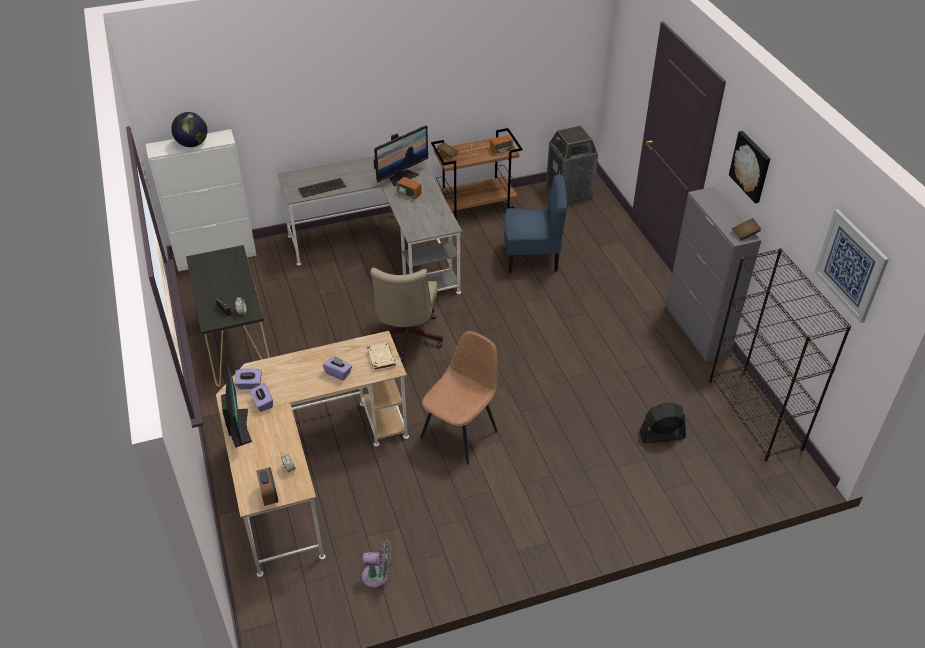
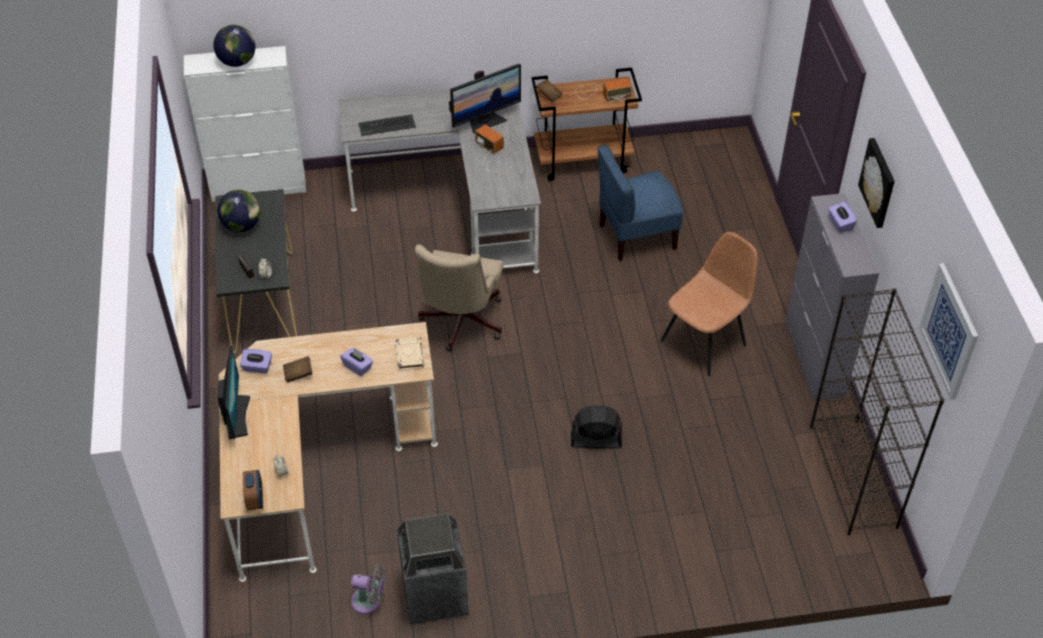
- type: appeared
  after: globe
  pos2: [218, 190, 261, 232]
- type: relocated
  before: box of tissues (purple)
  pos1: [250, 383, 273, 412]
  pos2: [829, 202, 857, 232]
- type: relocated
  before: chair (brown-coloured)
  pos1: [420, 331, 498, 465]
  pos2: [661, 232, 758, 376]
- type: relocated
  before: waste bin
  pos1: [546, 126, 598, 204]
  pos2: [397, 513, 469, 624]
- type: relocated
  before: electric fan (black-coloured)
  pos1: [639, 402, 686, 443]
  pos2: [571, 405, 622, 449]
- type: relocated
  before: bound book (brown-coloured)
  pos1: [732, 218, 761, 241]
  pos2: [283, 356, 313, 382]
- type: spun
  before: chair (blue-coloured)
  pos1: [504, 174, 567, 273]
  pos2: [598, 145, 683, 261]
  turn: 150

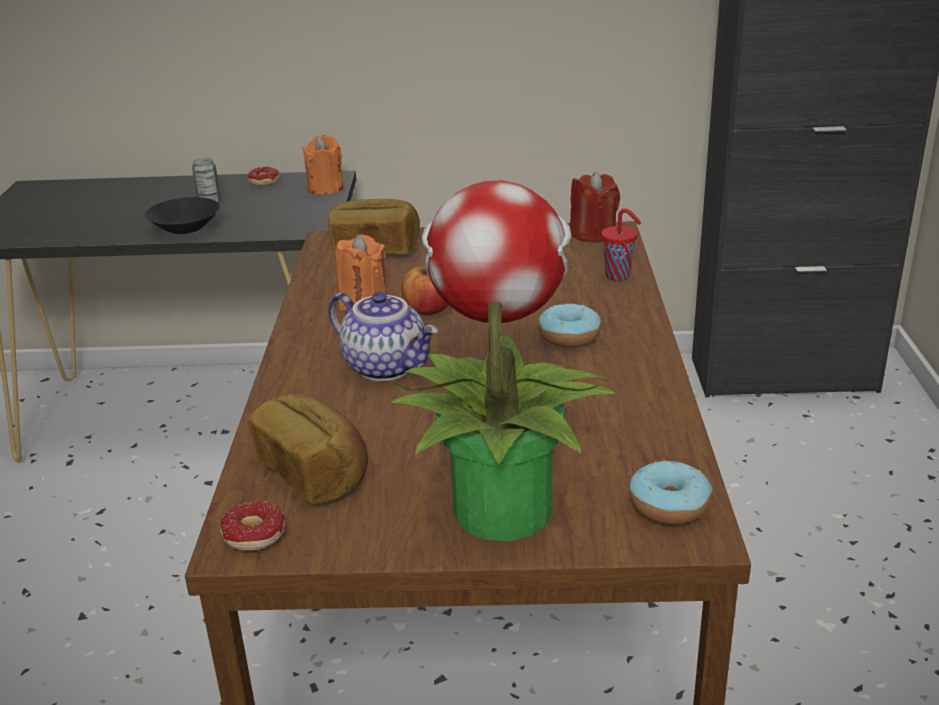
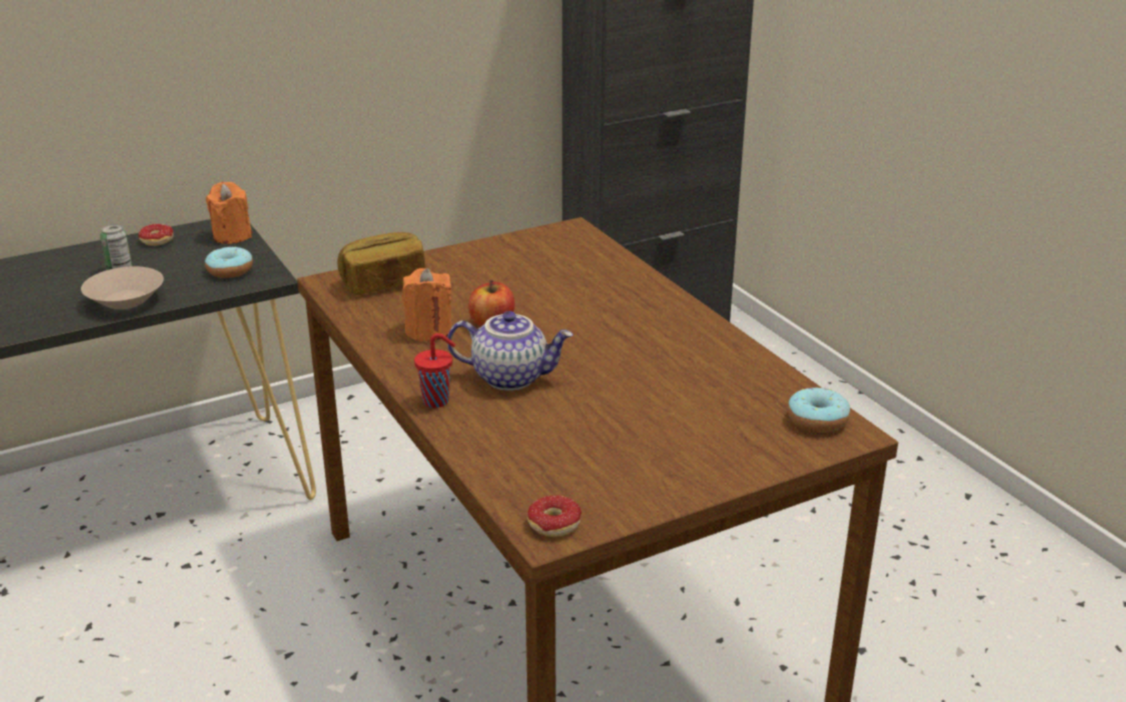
- type: missing
  before: baked bread
  pos1: [248, 393, 368, 504]
- type: missing
  before: potted plant
  pos1: [390, 180, 616, 541]
- type: missing
  before: candle (reddish)
  pos1: [569, 172, 620, 242]
- type: relocated
  before: doughnut
  pos1: [538, 304, 601, 347]
  pos2: [205, 246, 253, 278]
- type: relocated
  before: small cup (reddish)
  pos1: [601, 208, 642, 281]
  pos2: [414, 333, 456, 408]
- type: colour
  before: serving bowl (black-coloured)
  after: serving bowl (sand-coloured)
  pos1: [145, 197, 220, 234]
  pos2: [81, 266, 164, 309]

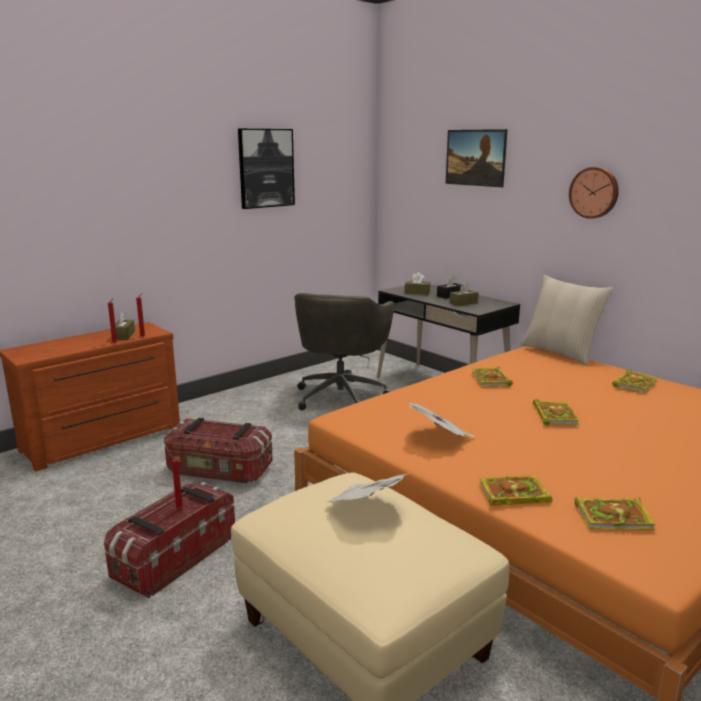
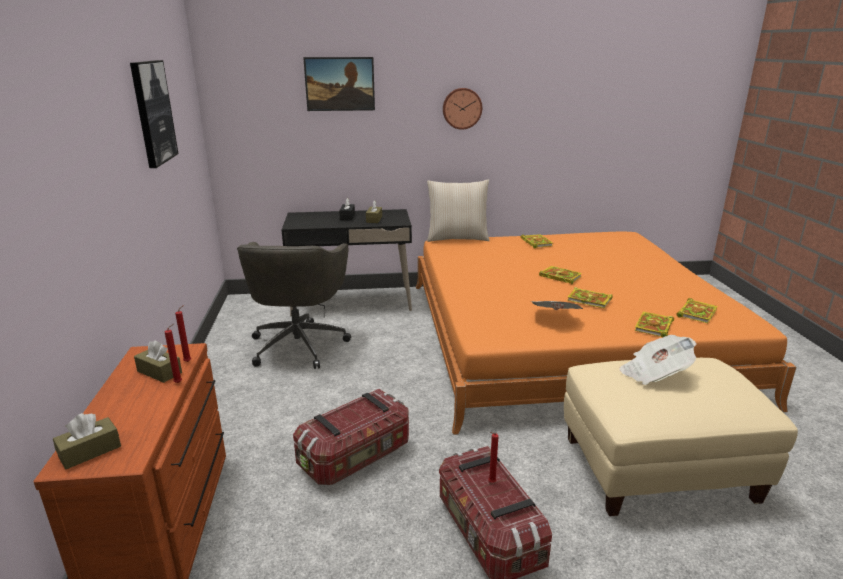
- type: relocated
  before: box of tissues (brown-coloured)
  pos1: [405, 272, 430, 295]
  pos2: [53, 413, 121, 469]
- type: relocated
  before: bound book
  pos1: [472, 366, 513, 386]
  pos2: [567, 287, 613, 308]
- type: spun
  before: computer chair (gray)
  pos1: [294, 293, 394, 410]
  pos2: [237, 242, 351, 369]
  turn: 45

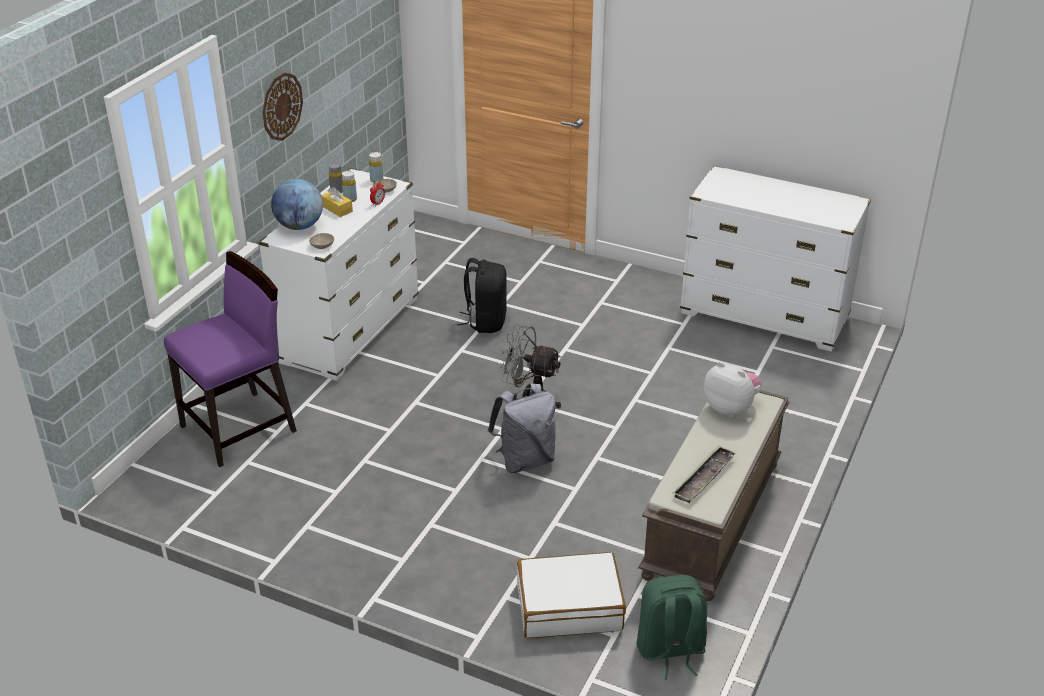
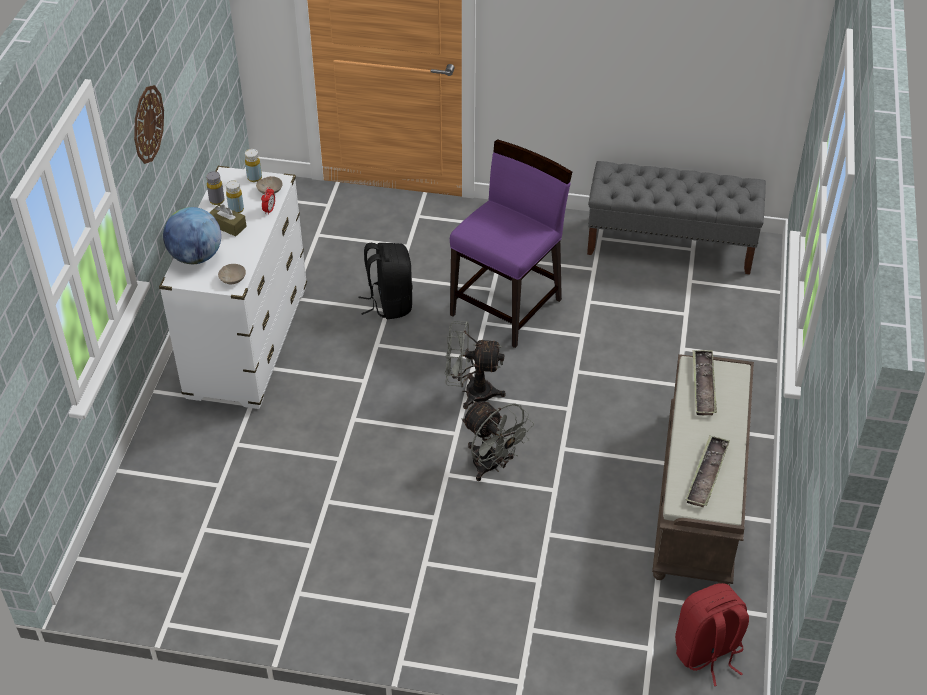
- type: missing
  before: travel case (white-coloured)
  pos1: [517, 552, 626, 638]
- type: relocated
  before: chair (purple)
  pos1: [164, 251, 297, 467]
  pos2: [450, 139, 572, 348]
- type: exchanged
  before: rucksack (gray)
  after: electric fan (gray)
  pos1: [488, 383, 556, 473]
  pos2: [461, 401, 534, 481]
- type: exchanged
  before: dresser (white-coloured)
  after: bench (gray)
  pos1: [680, 165, 871, 352]
  pos2: [587, 161, 766, 274]
- type: exchanged
  before: cuddly toy
  after: serving tray
  pos1: [703, 362, 761, 417]
  pos2: [693, 350, 717, 415]
- type: colour
  before: box of tissues (yellow)
  after: box of tissues (brown-coloured)
  pos1: [321, 187, 353, 217]
  pos2: [209, 204, 247, 236]
- type: colour
  before: rucksack (green-coloured)
  after: rucksack (reddish)
  pos1: [637, 575, 707, 680]
  pos2: [675, 583, 749, 686]

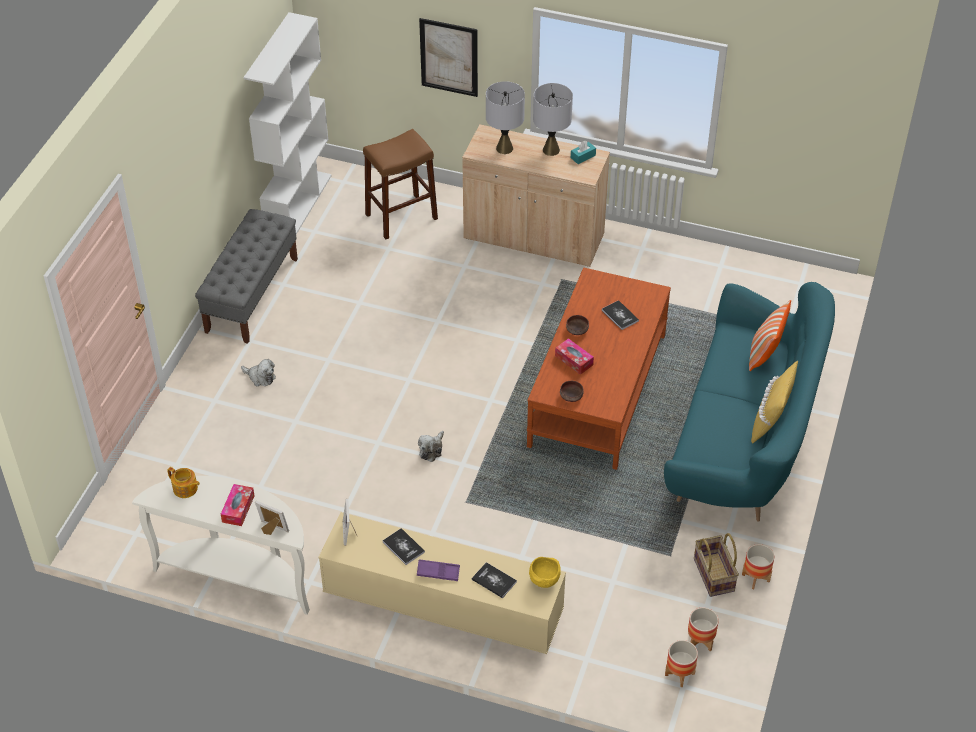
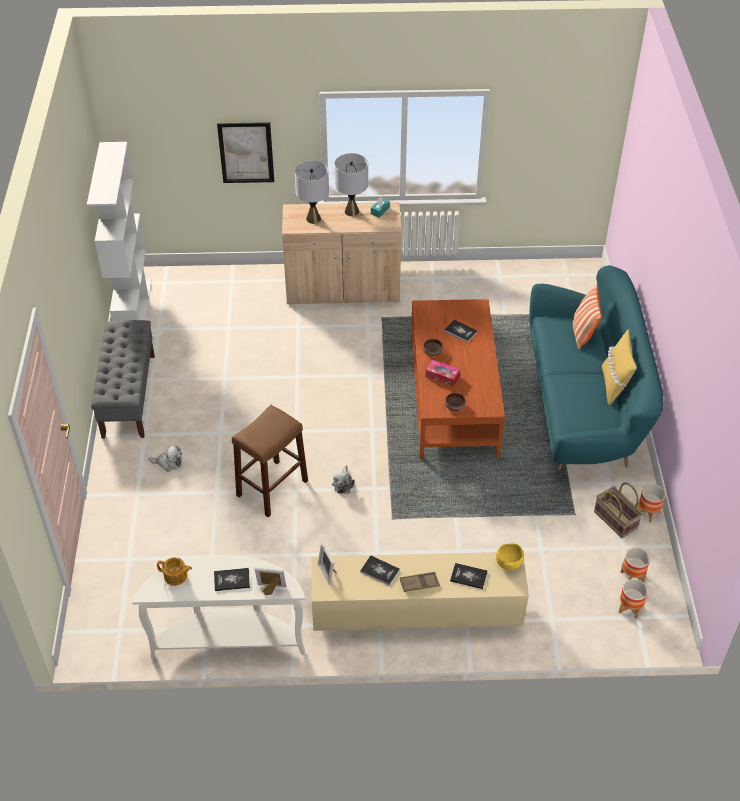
- type: relocated
  before: stool seat (brown-coloured)
  pos1: [363, 129, 438, 239]
  pos2: [232, 405, 308, 517]
- type: exchanged
  before: box of tissues
  after: bound book
  pos1: [221, 484, 254, 526]
  pos2: [214, 568, 250, 591]
- type: colour
  before: serving tray (purple)
  after: serving tray (brown-coloured)
  pos1: [417, 559, 460, 581]
  pos2: [400, 572, 440, 592]

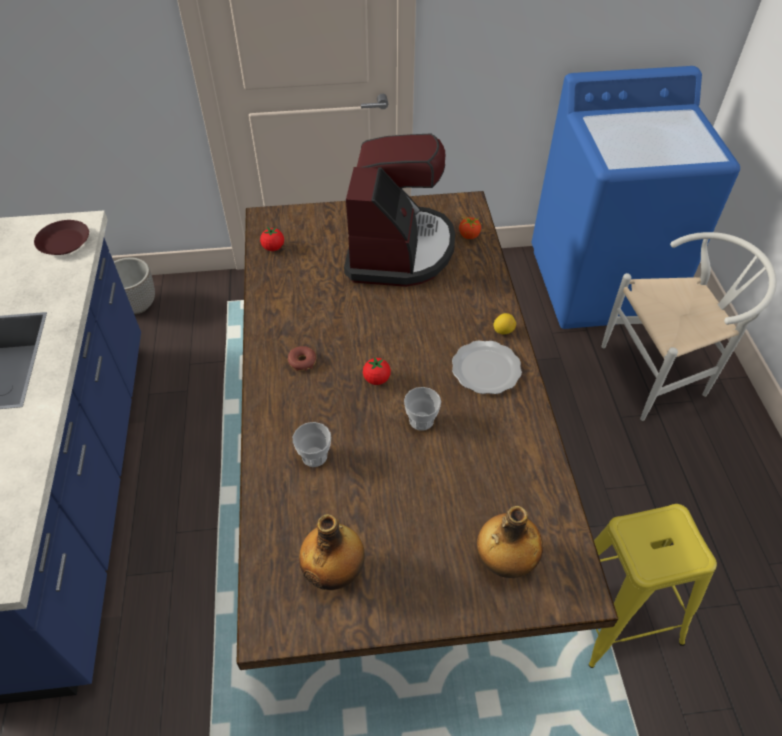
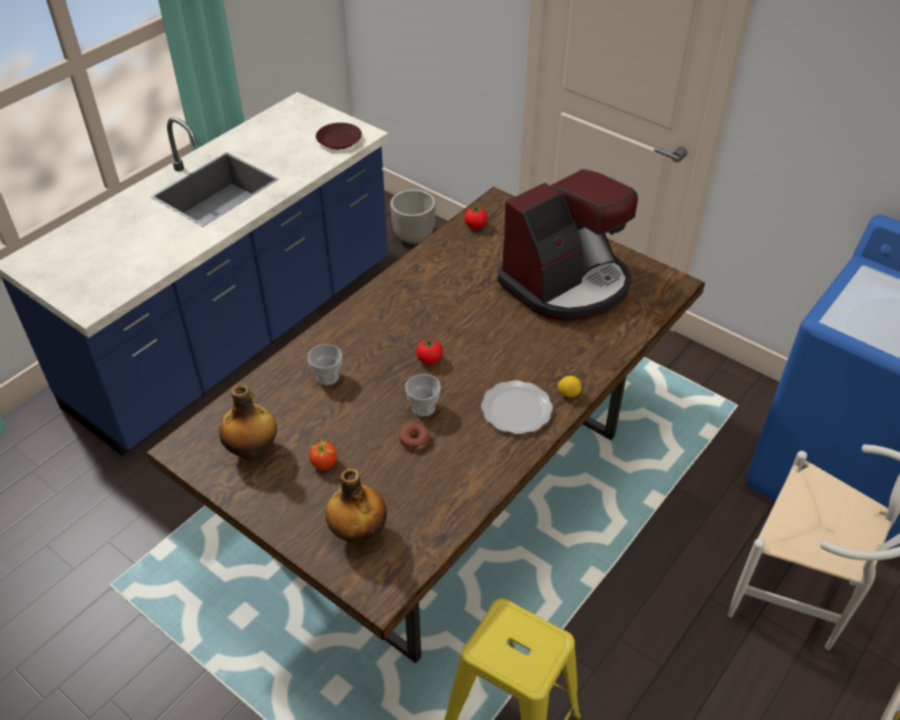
- type: relocated
  before: doughnut
  pos1: [288, 346, 317, 371]
  pos2: [399, 423, 430, 451]
- type: relocated
  before: tomato
  pos1: [459, 217, 481, 239]
  pos2: [309, 440, 337, 470]

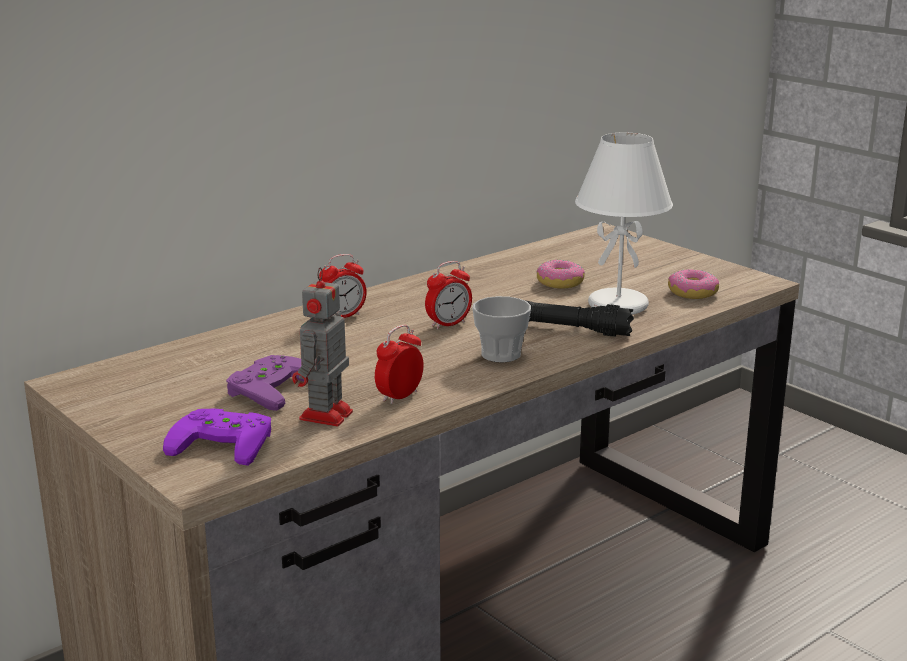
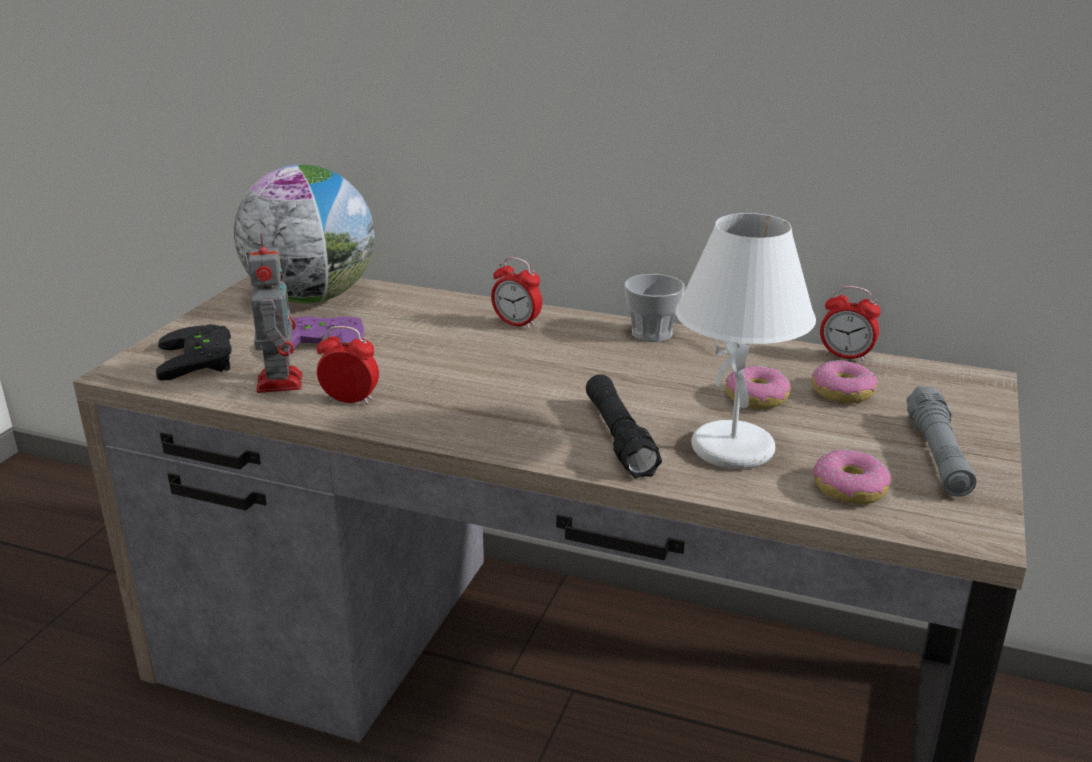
- type: appeared
  after: globe
  pos2: [234, 165, 374, 303]
- type: appeared
  after: doughnut
  pos2: [812, 360, 878, 403]
- type: appeared
  after: hand torch (gray)
  pos2: [906, 386, 976, 497]
- type: relocated
  before: alarm clock
  pos1: [425, 261, 472, 329]
  pos2: [820, 286, 881, 362]
- type: relocated
  before: small cup
  pos1: [472, 296, 531, 362]
  pos2: [624, 274, 685, 342]
- type: colour
  before: game controller (purple)
  after: game controller (black-coloured)
  pos1: [163, 409, 271, 466]
  pos2: [156, 324, 232, 380]
- type: spun
  before: robot figure
  pos1: [292, 267, 353, 426]
  pos2: [248, 233, 302, 393]
  turn: 90

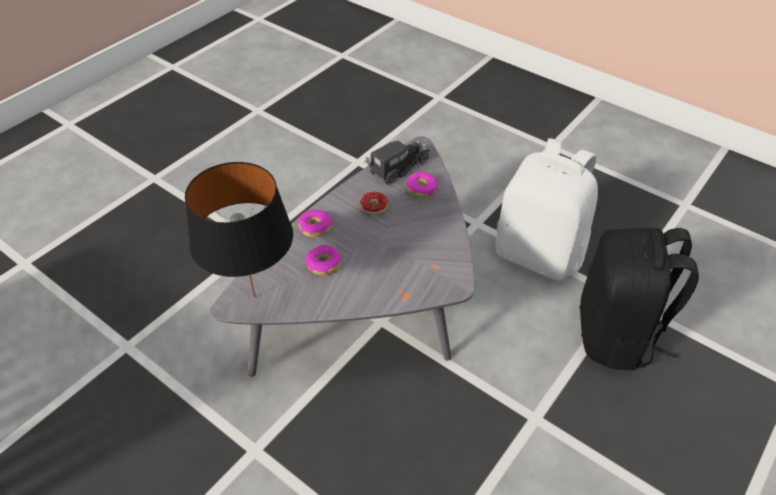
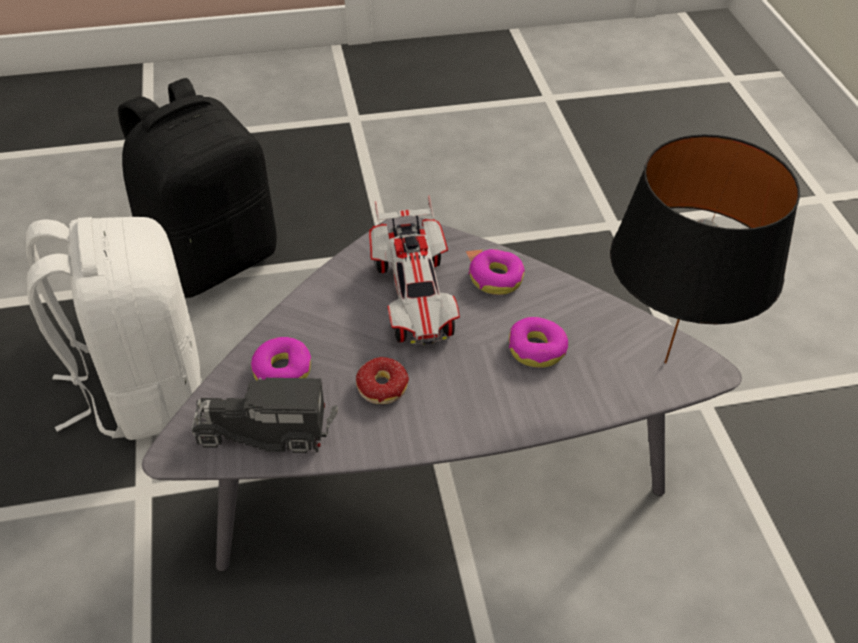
- type: appeared
  after: miniature car
  pos2: [369, 195, 460, 345]
- type: relocated
  before: doughnut
  pos1: [298, 210, 333, 237]
  pos2: [468, 249, 525, 295]

